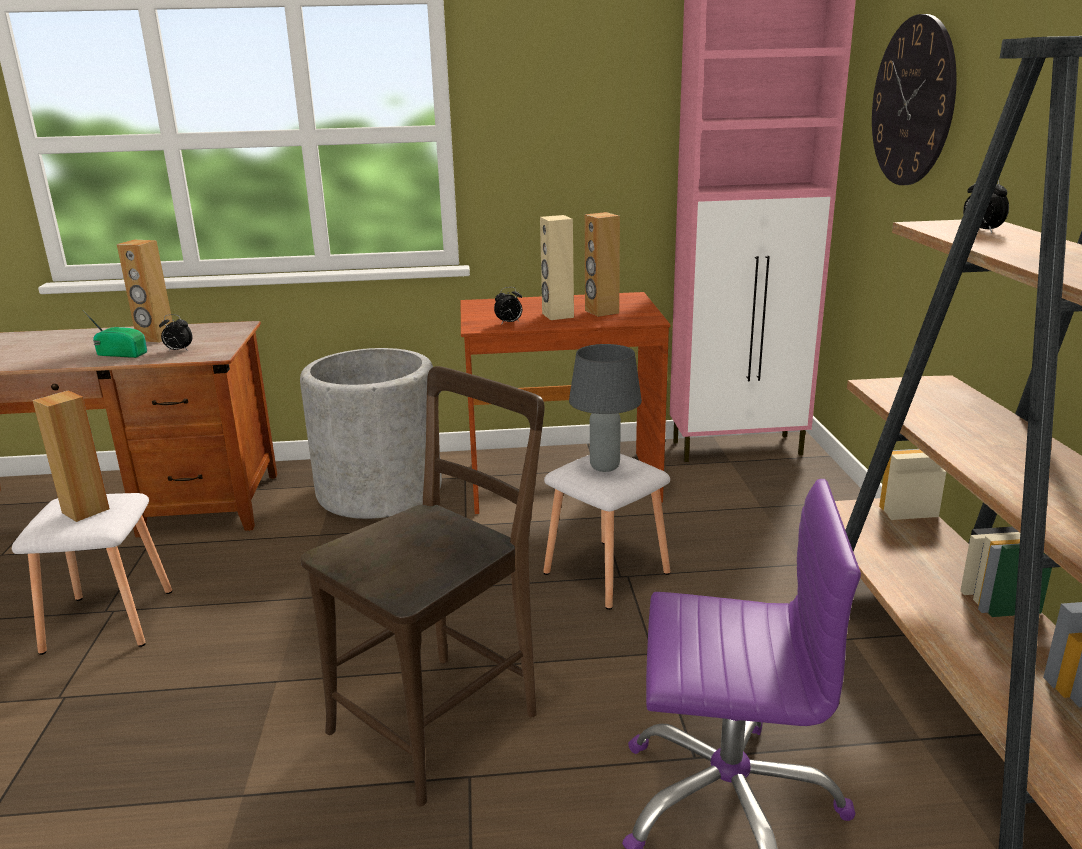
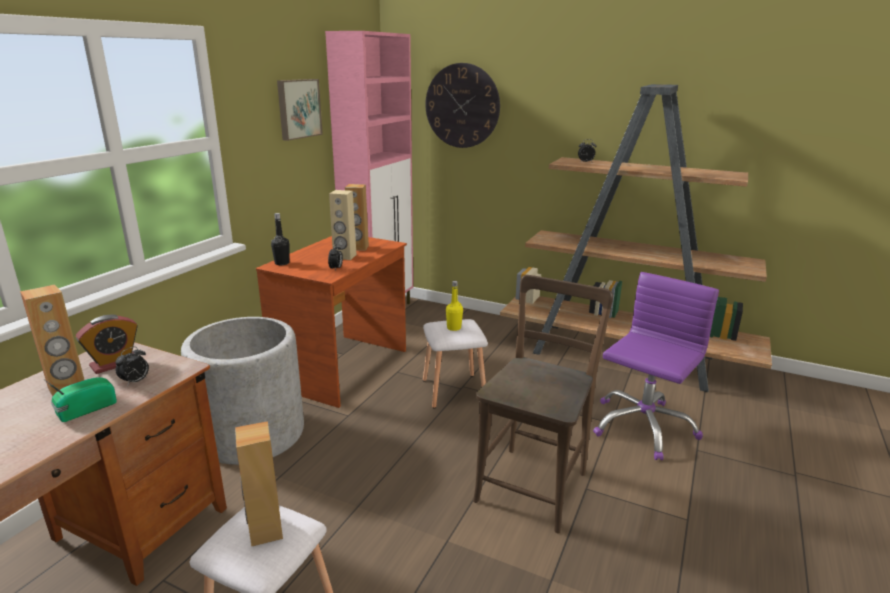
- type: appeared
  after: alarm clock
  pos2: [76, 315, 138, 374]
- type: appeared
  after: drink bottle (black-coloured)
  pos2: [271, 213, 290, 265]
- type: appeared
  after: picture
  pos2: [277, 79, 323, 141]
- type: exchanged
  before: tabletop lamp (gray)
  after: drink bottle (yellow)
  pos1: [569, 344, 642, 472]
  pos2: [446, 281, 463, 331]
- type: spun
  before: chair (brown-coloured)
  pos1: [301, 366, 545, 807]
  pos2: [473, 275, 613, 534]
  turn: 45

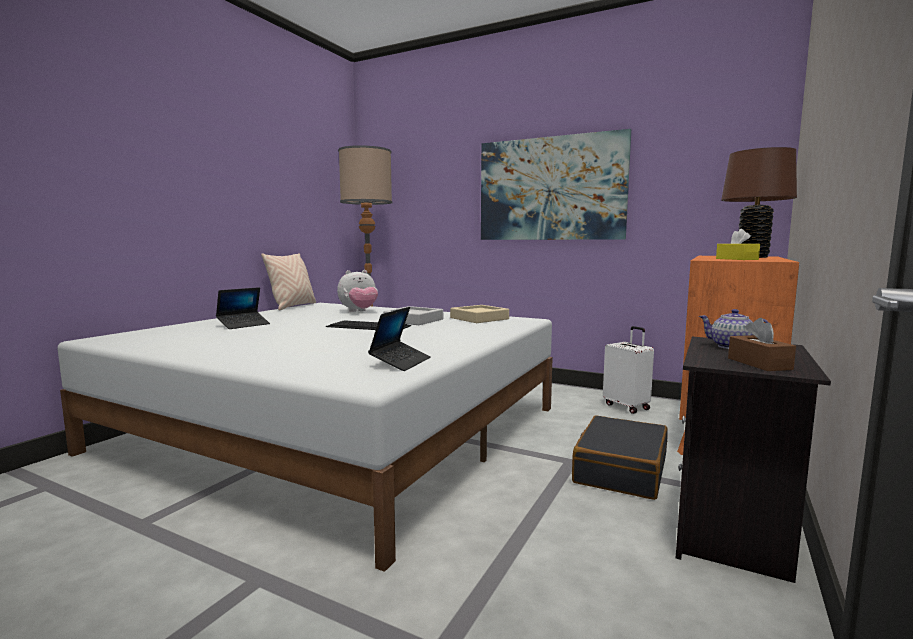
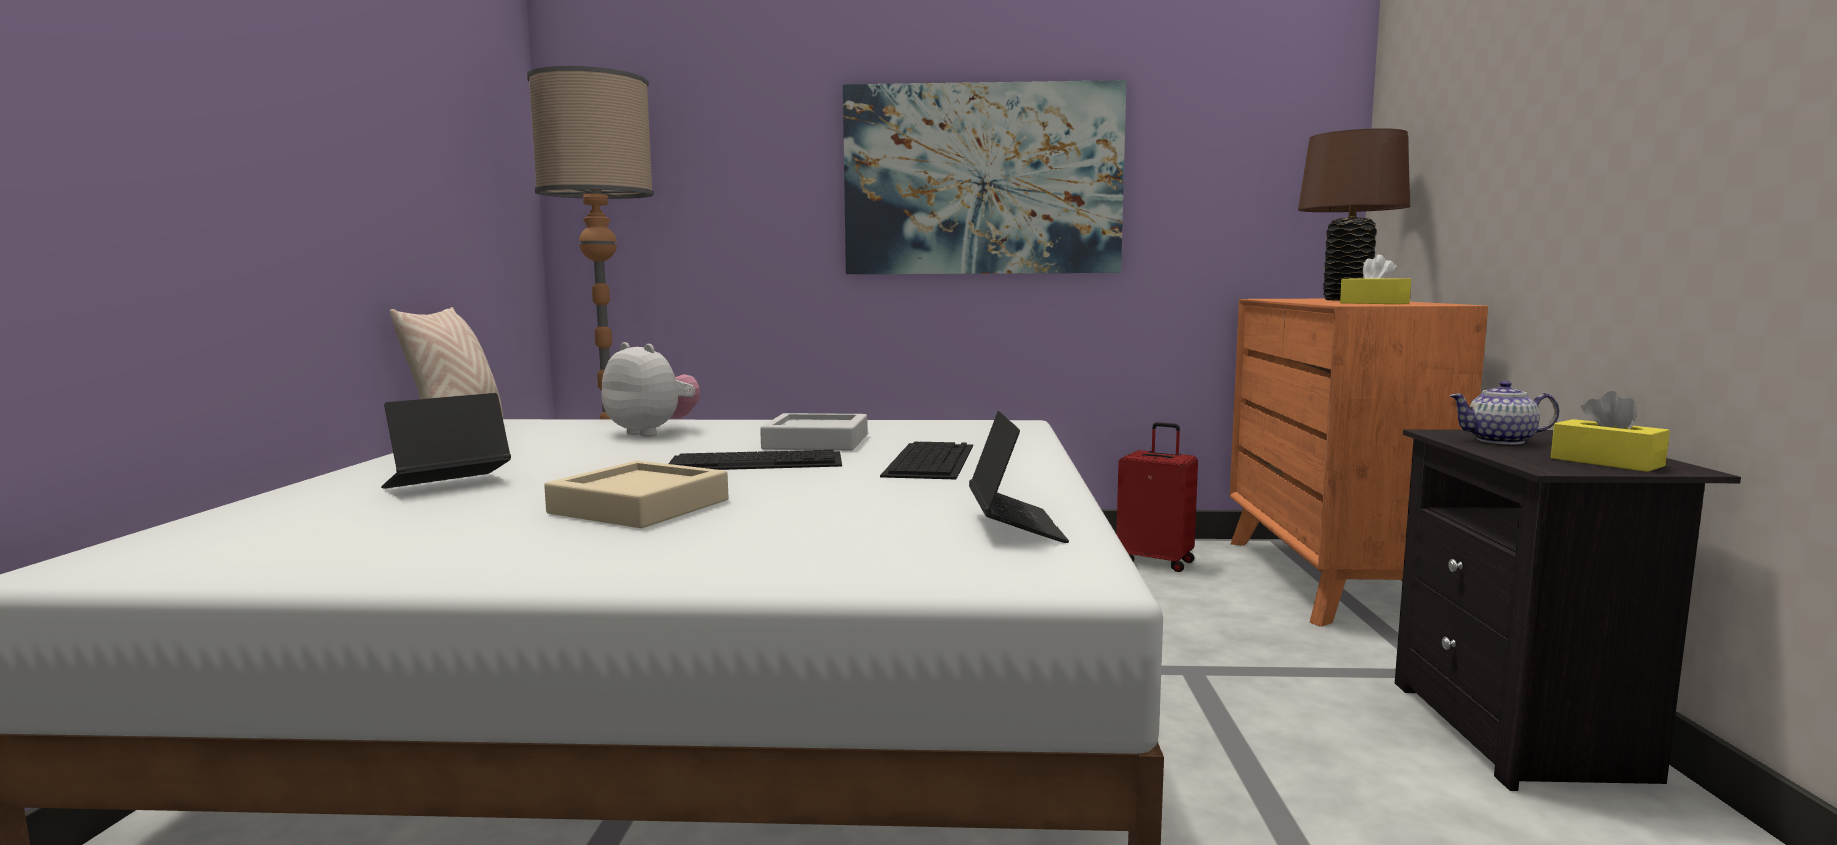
- type: missing
  before: travel case (black-coloured)
  pos1: [572, 415, 668, 500]
- type: appeared
  after: keyboard
  pos2: [880, 441, 973, 479]
- type: relocated
  before: serving tray (sand-coloured)
  pos1: [450, 305, 509, 323]
  pos2: [544, 460, 728, 528]
- type: colour
  before: travel case (white-coloured)
  after: travel case (reddish)
  pos1: [603, 326, 654, 414]
  pos2: [1116, 422, 1198, 572]
- type: colour
  before: box of tissues (brown-coloured)
  after: box of tissues (yellow)
  pos1: [728, 318, 796, 371]
  pos2: [1551, 391, 1670, 472]
- type: spun
  before: notebook computer
  pos1: [216, 287, 270, 329]
  pos2: [381, 393, 511, 489]
  turn: -150
- type: spun
  before: cuddly toy
  pos1: [337, 270, 378, 312]
  pos2: [601, 342, 700, 437]
  turn: -90

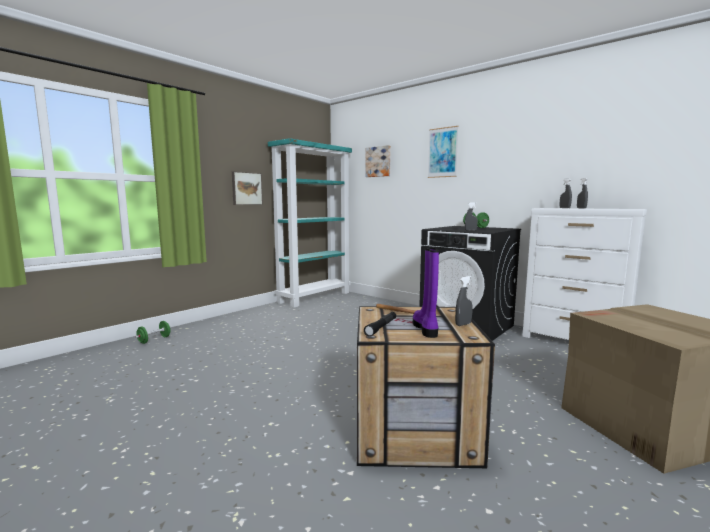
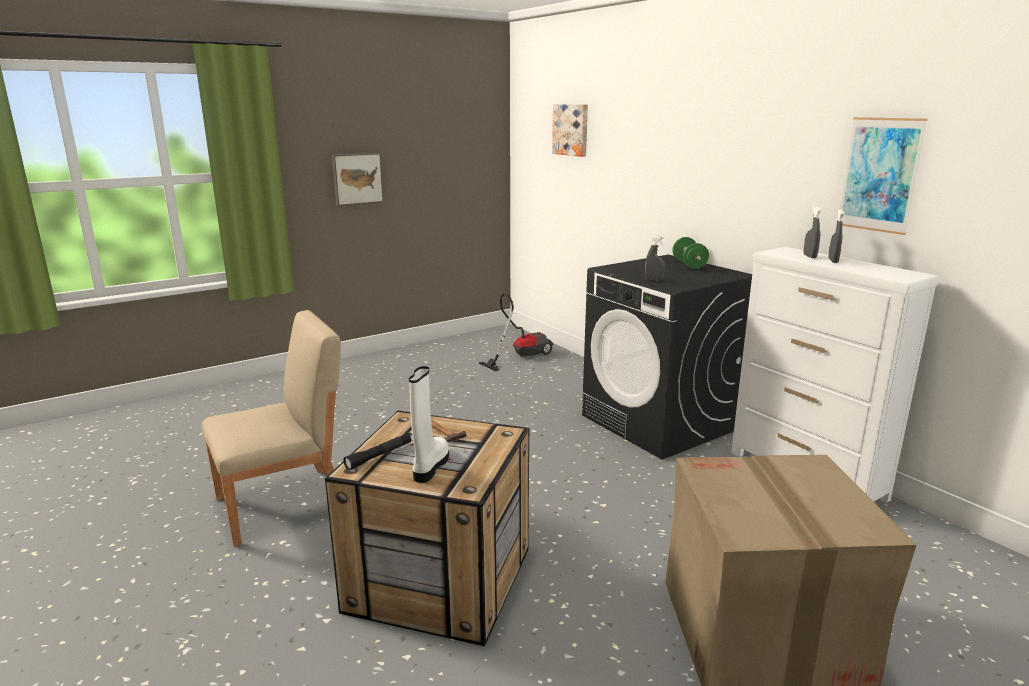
- type: missing
  before: free weight (green-coloured)
  pos1: [135, 321, 171, 344]
- type: missing
  before: shelving unit (turquoise-coloured)
  pos1: [268, 138, 352, 308]
- type: missing
  before: hand sprayer (gray)
  pos1: [455, 276, 473, 326]
- type: appeared
  after: chair (sand-coloured)
  pos2: [202, 310, 341, 547]
- type: appeared
  after: vacuum cleaner
  pos2: [479, 293, 553, 371]
- type: relocated
  before: picture
  pos1: [428, 126, 459, 178]
  pos2: [840, 117, 928, 235]
- type: colour
  before: high-top boot (purple)
  after: high-top boot (white-coloured)
  pos1: [413, 247, 439, 338]
  pos2: [409, 366, 449, 483]

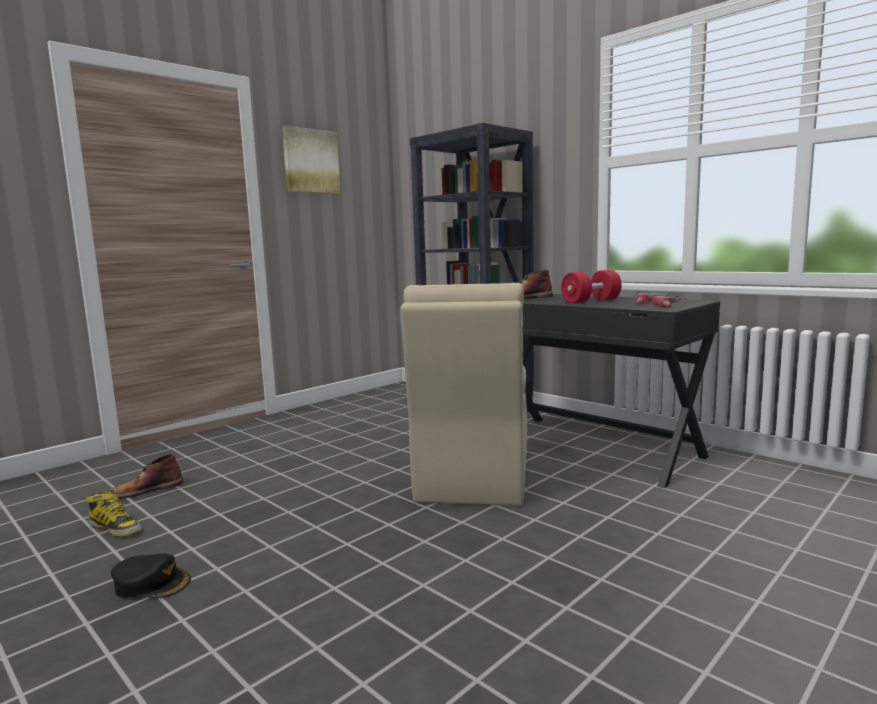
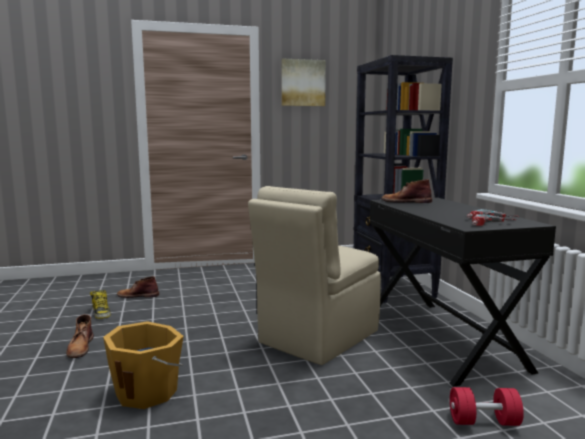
- type: appeared
  after: bucket (orangey)
  pos2: [103, 321, 184, 409]
- type: relocated
  before: free weight (reddish)
  pos1: [561, 270, 622, 303]
  pos2: [450, 387, 524, 426]
- type: exchanged
  before: peaked cap (black-coloured)
  after: high-top boot (brown-coloured)
  pos1: [111, 554, 191, 598]
  pos2: [66, 314, 94, 358]

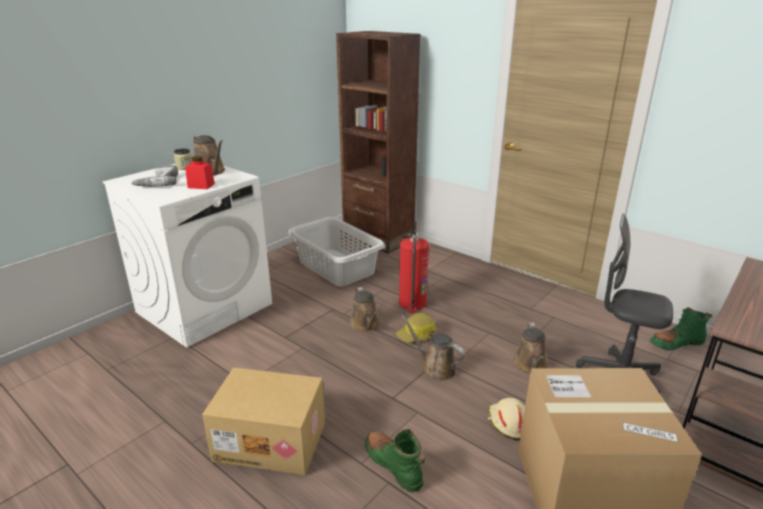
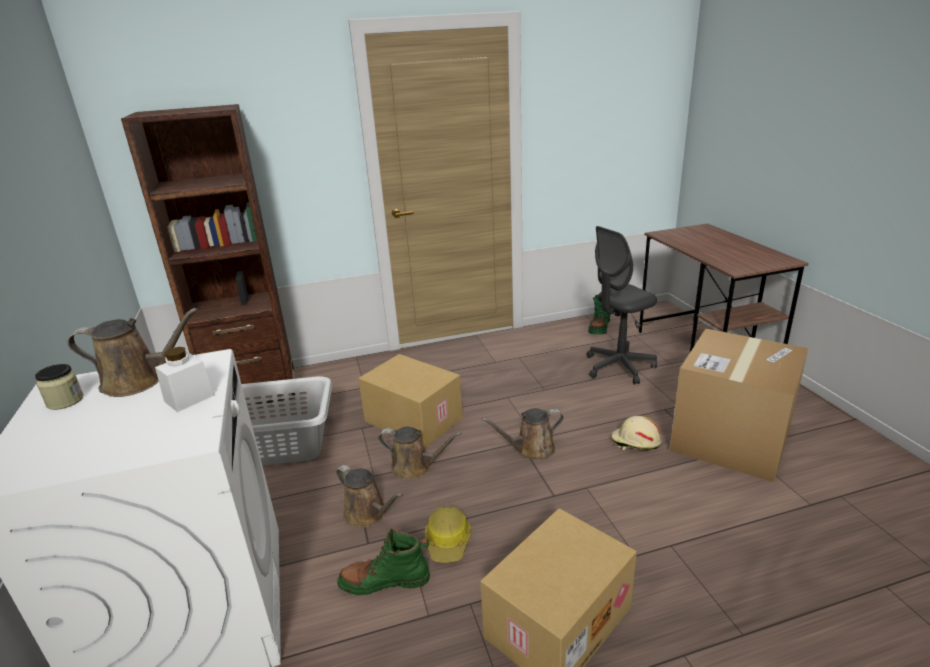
- type: missing
  before: power drill
  pos1: [132, 165, 178, 187]
- type: relocated
  before: high-top boot (green-coloured)
  pos1: [365, 429, 426, 492]
  pos2: [337, 529, 430, 595]
- type: relocated
  before: hard hat
  pos1: [396, 313, 437, 342]
  pos2: [425, 506, 471, 562]
- type: relocated
  before: watering pot (brown-coloured)
  pos1: [513, 322, 548, 374]
  pos2: [336, 465, 403, 528]
- type: exchanged
  before: fire extinguisher
  after: carton
  pos1: [399, 221, 429, 313]
  pos2: [358, 354, 463, 448]
- type: colour
  before: preserve jar (reddish)
  after: preserve jar (white-coloured)
  pos1: [185, 156, 215, 189]
  pos2: [155, 347, 215, 412]

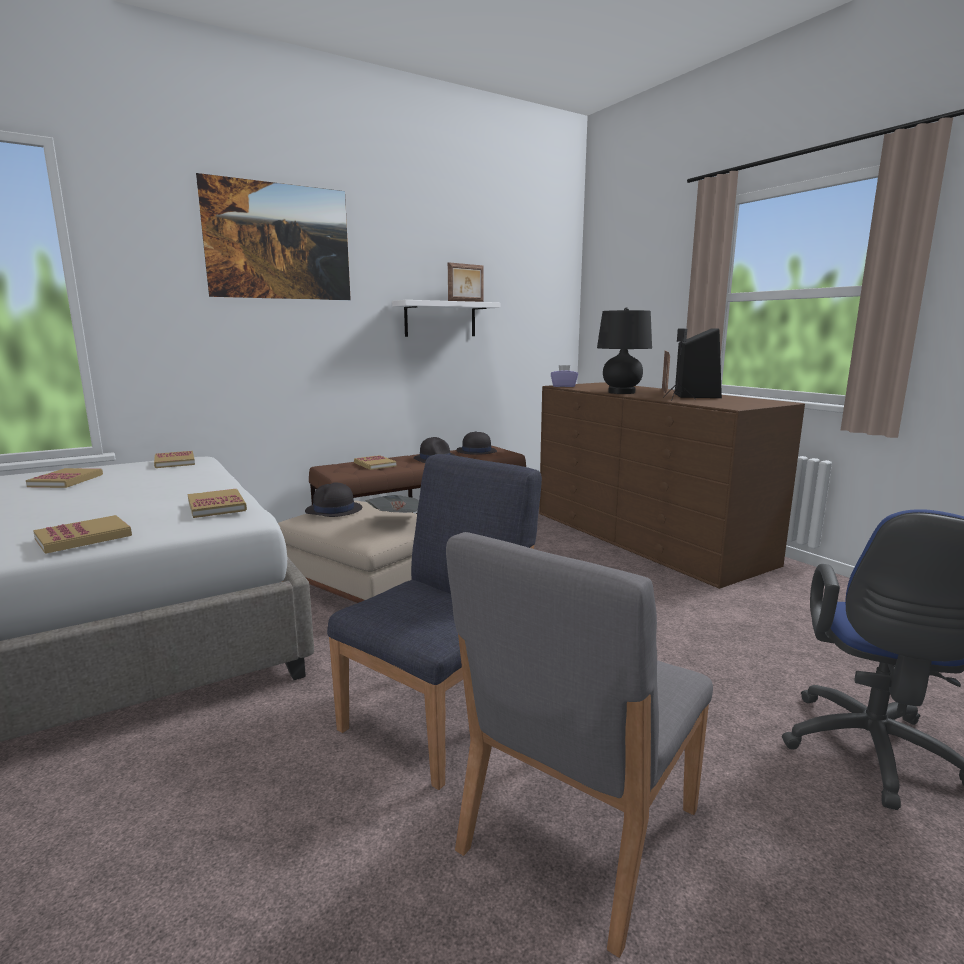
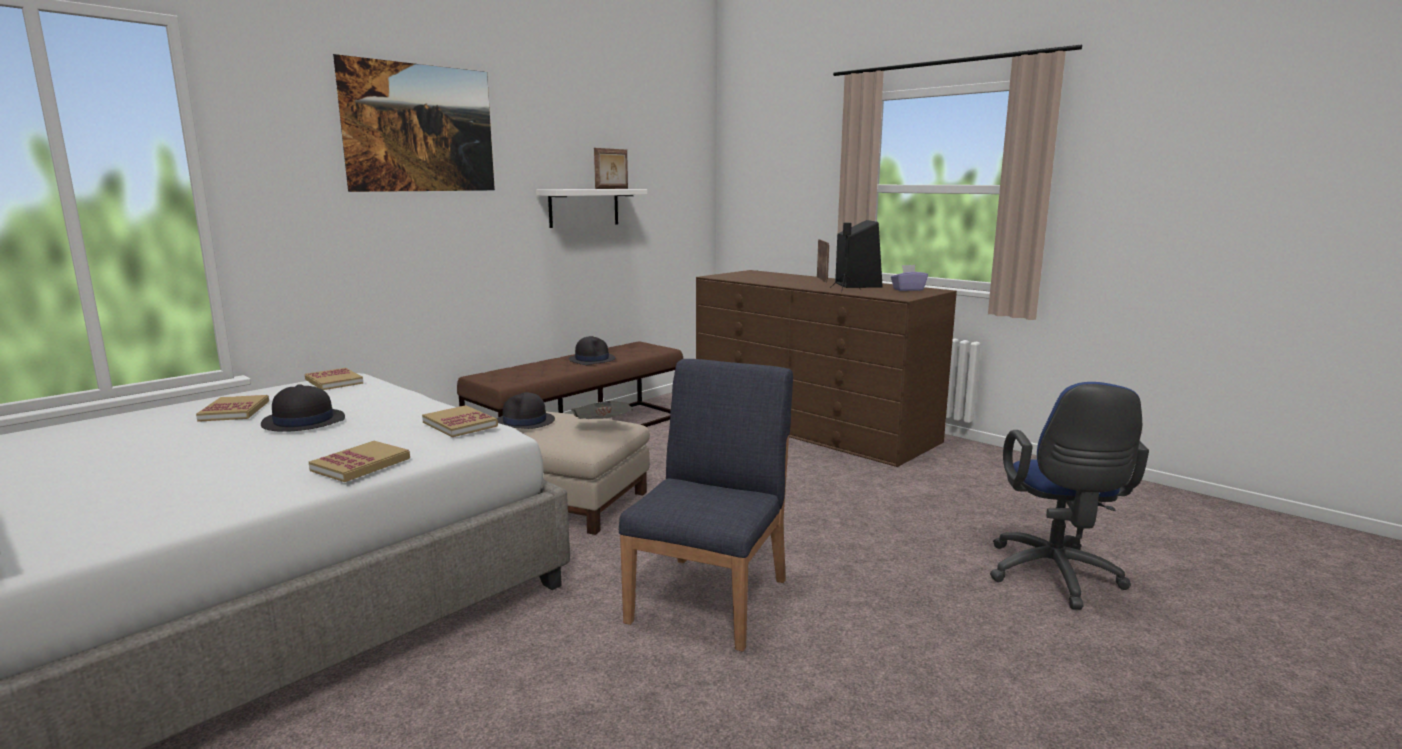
- type: missing
  before: bound book
  pos1: [354, 455, 396, 470]
- type: missing
  before: chair (gray)
  pos1: [446, 532, 713, 958]
- type: missing
  before: tabletop lamp (black-coloured)
  pos1: [597, 307, 652, 394]
- type: relocated
  before: clothing hat (black-coloured)
  pos1: [456, 431, 497, 455]
  pos2: [261, 384, 345, 432]
- type: relocated
  before: box of tissues (purple)
  pos1: [551, 365, 578, 387]
  pos2: [891, 265, 928, 291]

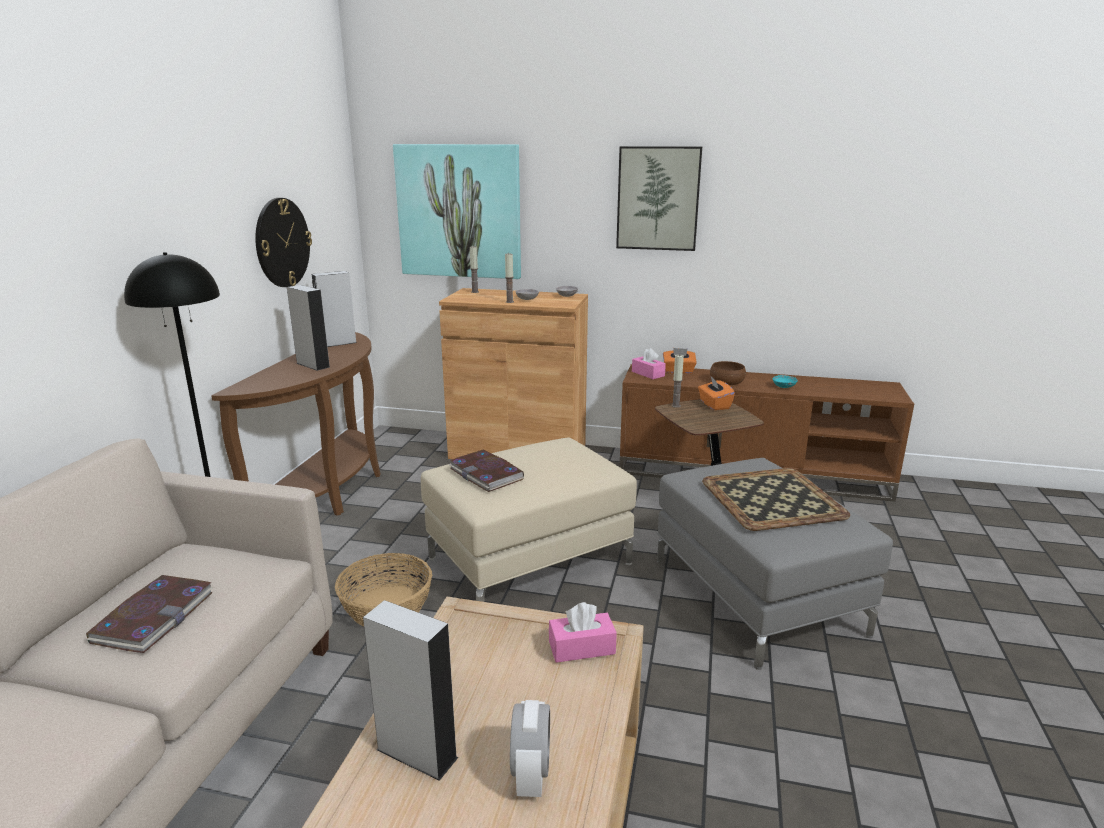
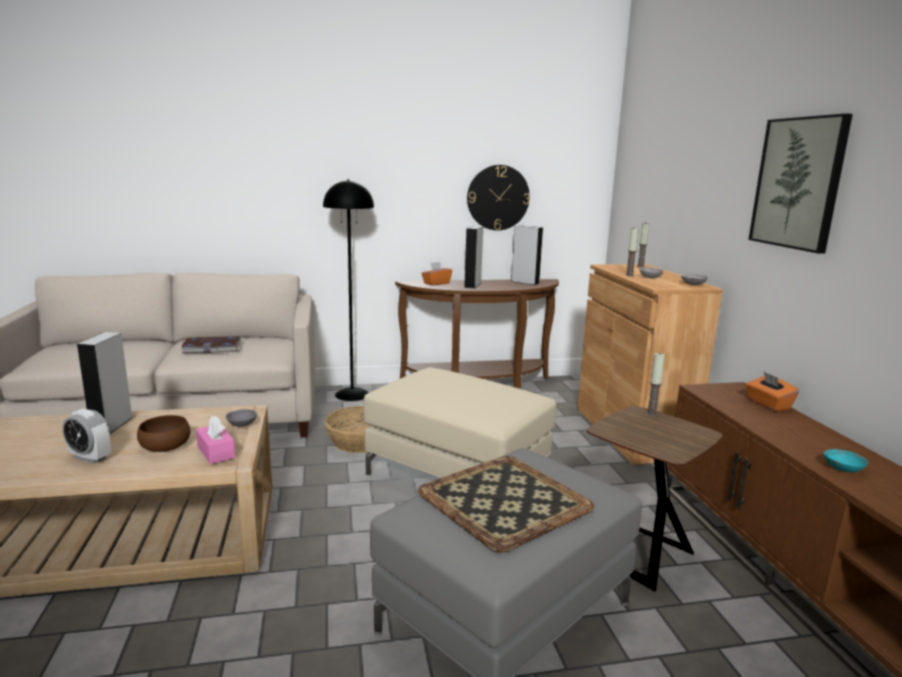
- type: missing
  before: picture
  pos1: [393, 144, 521, 279]
- type: missing
  before: bound book
  pos1: [448, 450, 524, 492]
- type: missing
  before: box of tissues (pink)
  pos1: [632, 348, 666, 379]
- type: appeared
  after: serving bowl (gray)
  pos2: [226, 409, 257, 427]
- type: relocated
  before: box of tissues (orangey)
  pos1: [698, 377, 735, 410]
  pos2: [421, 262, 452, 286]
- type: relocated
  before: serving bowl (brown-coloured)
  pos1: [710, 361, 746, 385]
  pos2: [137, 415, 190, 452]
- type: spun
  before: alarm clock
  pos1: [510, 700, 550, 797]
  pos2: [62, 409, 111, 464]
  turn: 45

